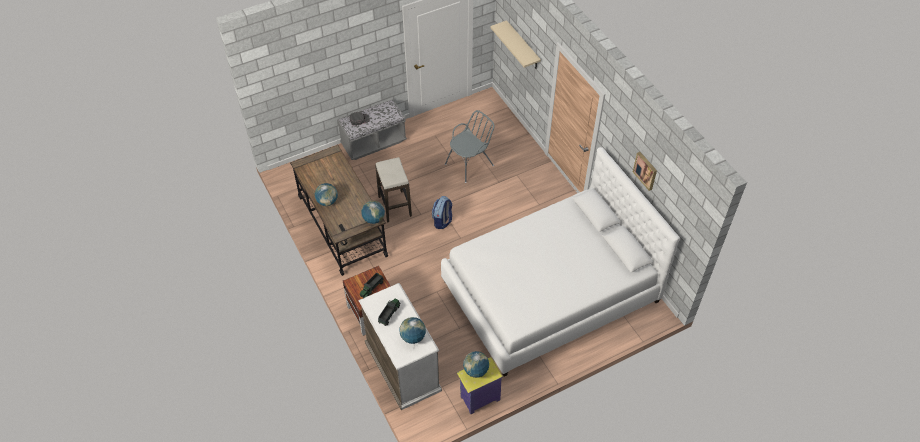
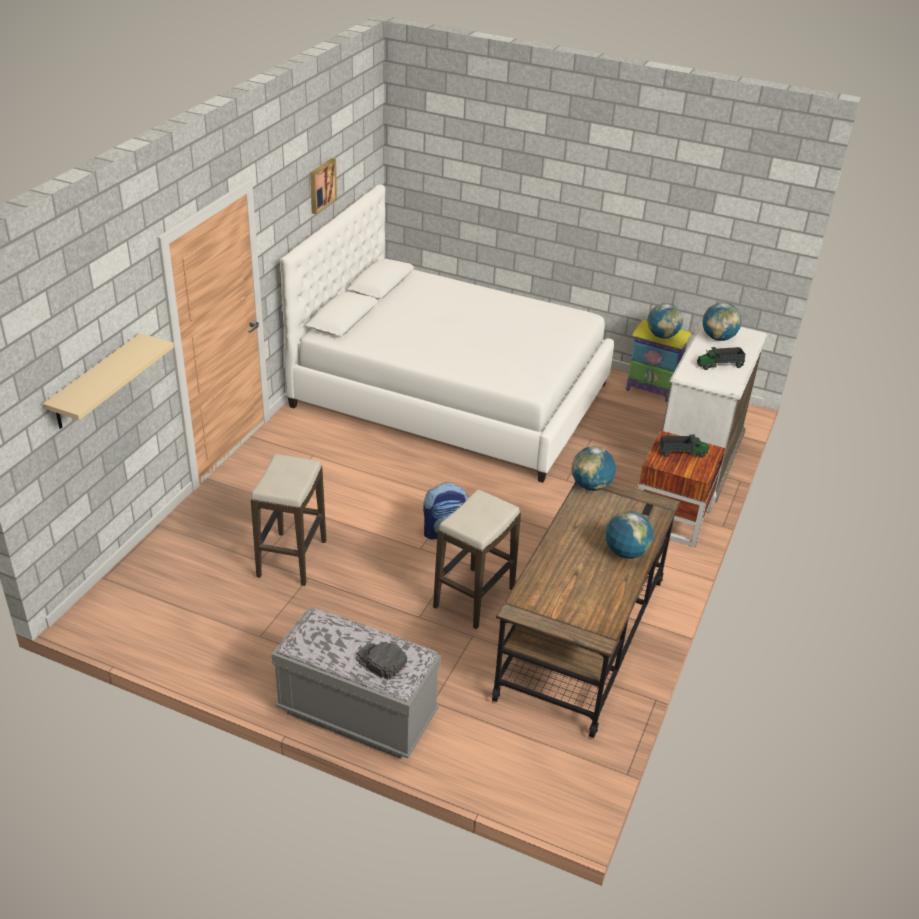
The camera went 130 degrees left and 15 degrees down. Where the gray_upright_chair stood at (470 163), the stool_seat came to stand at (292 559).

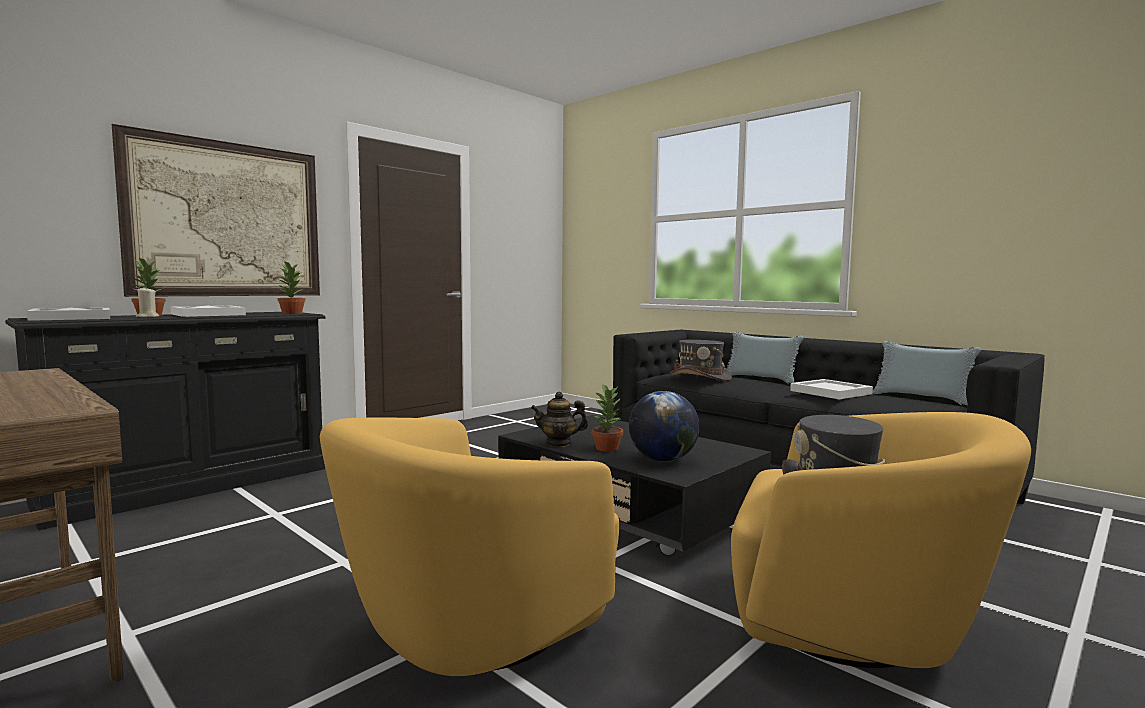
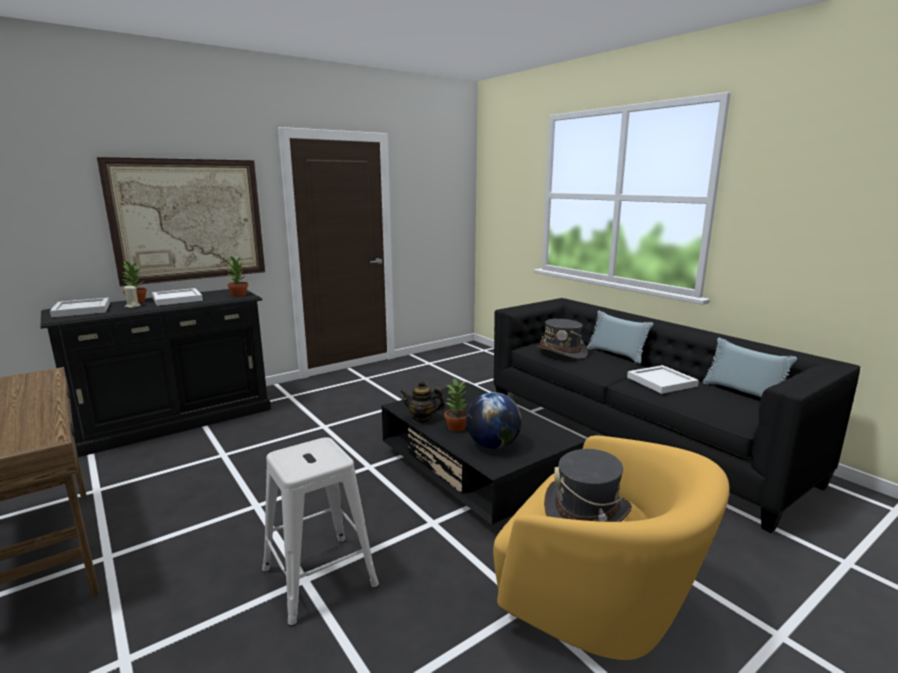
The camera went 10 degrees right and 10 degrees up. Where the yellow_lounge_chair stood at (470 629), the whitish_stool_seat came to stand at (319 577).

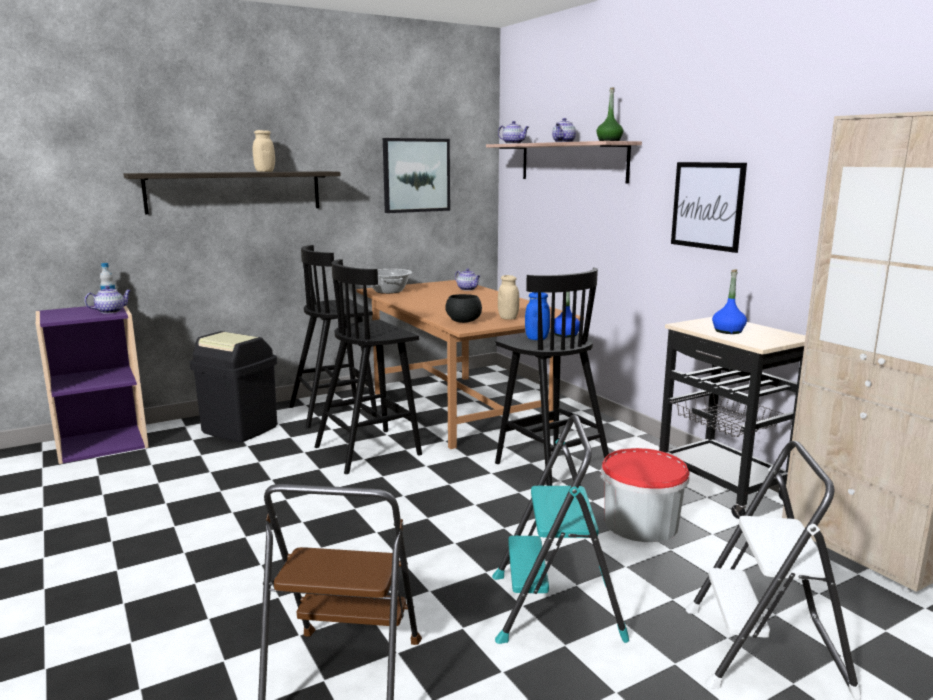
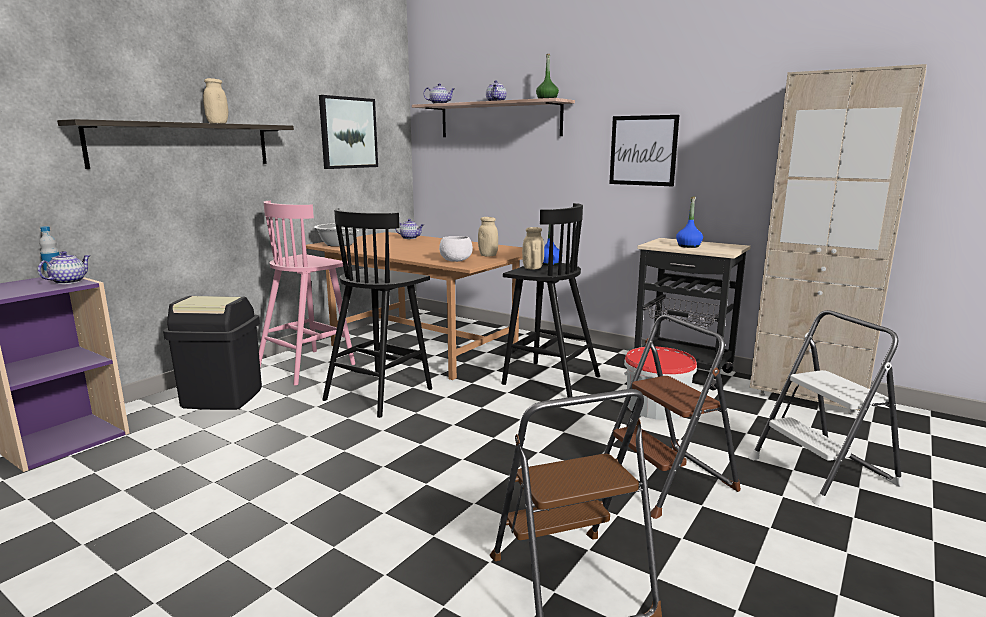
The camera went 25 degrees left and 0 degrees up. What was the blackish_stool_seat at (336 410) turned into the pink-coloured_stool_seat at (308 365). What was the blue-coloured_jar at (537 338) turned into the sand-coloured_jar at (532 268). What was the blackish_bowl at (464 321) turned into the whitish_bowl at (456 261). What was the turquoise-coloured_step_ladder at (562 607) turned into the brown_step_ladder at (670 479).

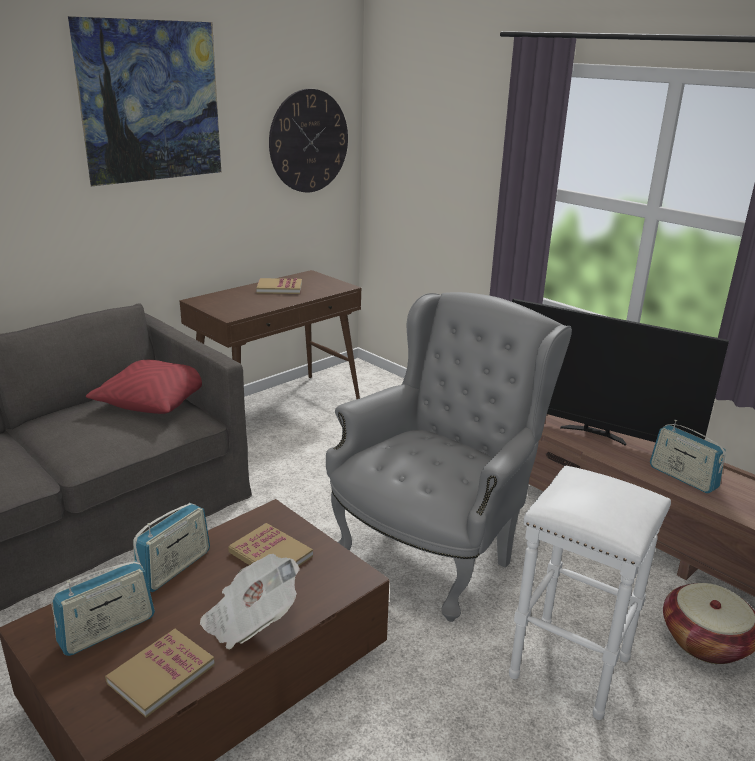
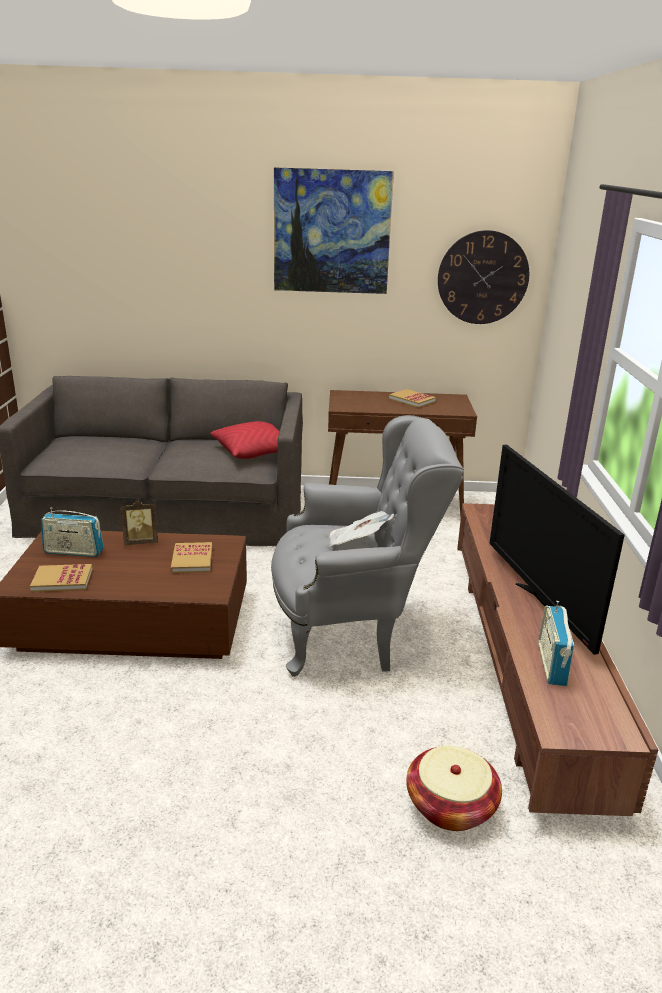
The camera went 45 degrees right and 0 degrees up. The second view lost the whitish_stool_seat at (572 666). Where the radio stood at (174 568), the standing_frame came to stand at (141 542). The daily_paper ended up elsewhere, having gone from (250 620) to (357 543).

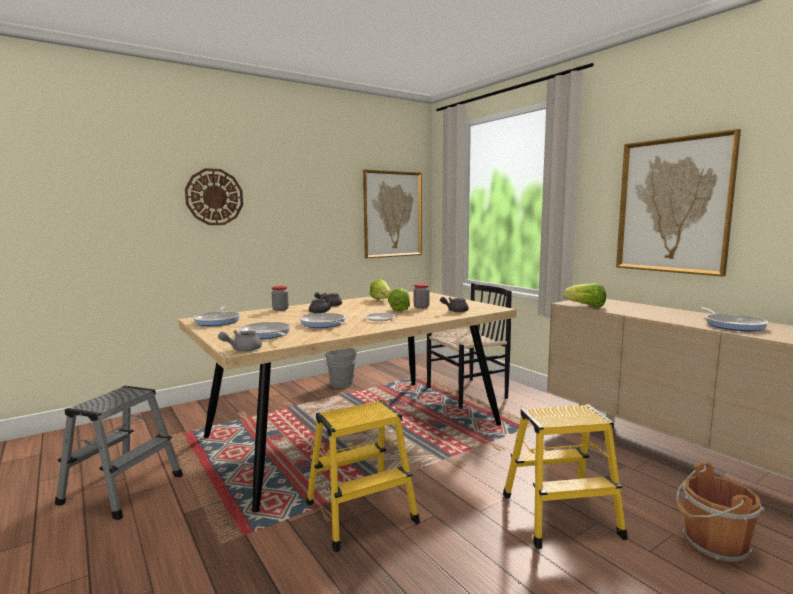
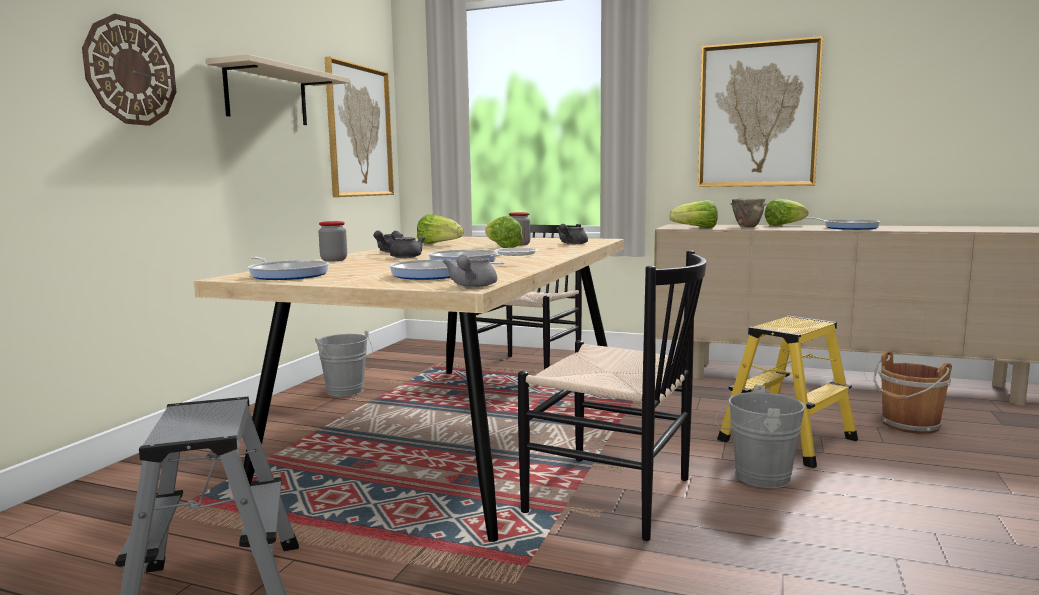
The camera went 35 degrees left and 0 degrees up. Where the yellow_step_ladder stood at (360 512), the blackish_upright_chair came to stand at (616 497). The second view gained the sand-coloured_bracket_shelf at (267 95). The second view gained the bowl at (746 227). The second view gained the lettuce at (784 225). The second view gained the gray_pail at (756 476).

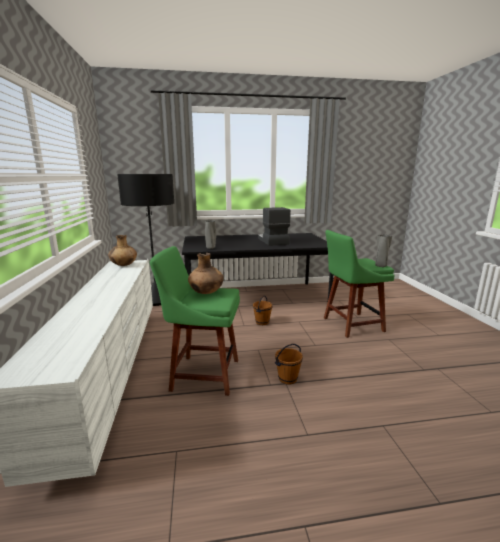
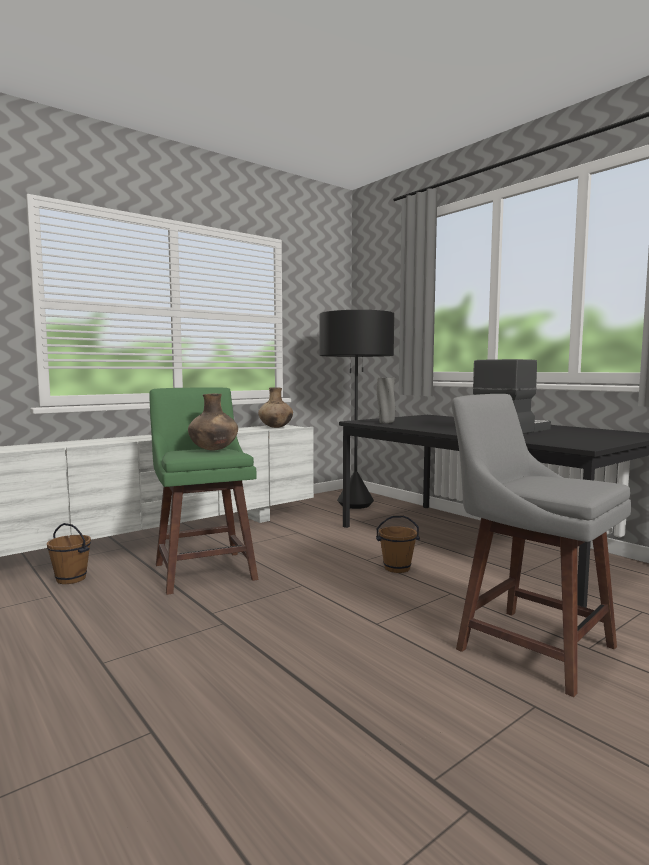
The camera went 60 degrees right and 10 degrees down. What was the greenish_stool_seat at (350 324) turned into the gray_stool_seat at (529 644). The second view lost the gray_vase at (381 266). The brown_pail ended up elsewhere, having gone from (287 378) to (71 579).

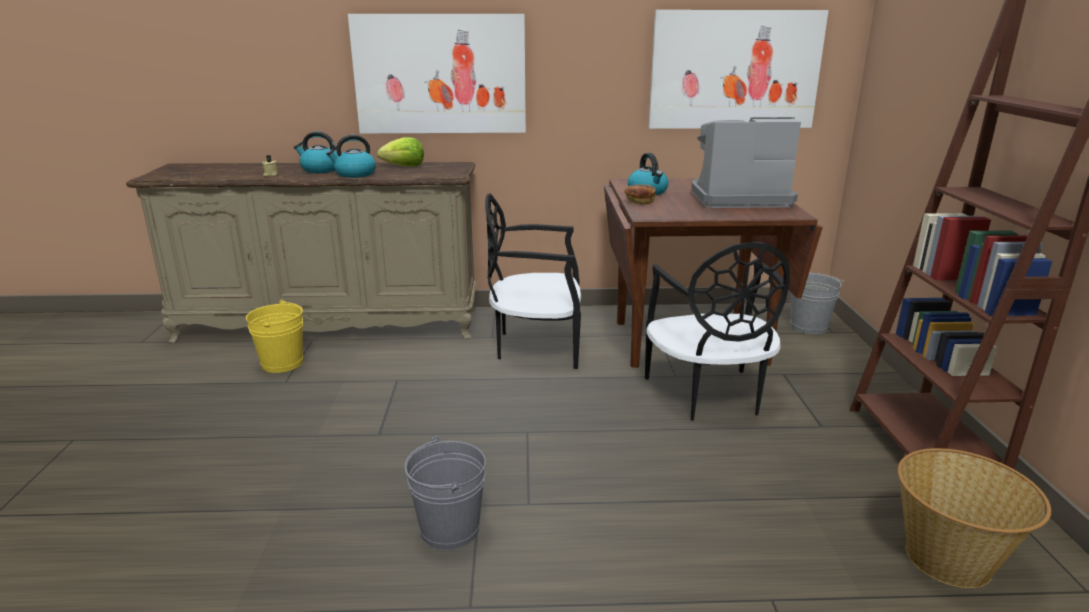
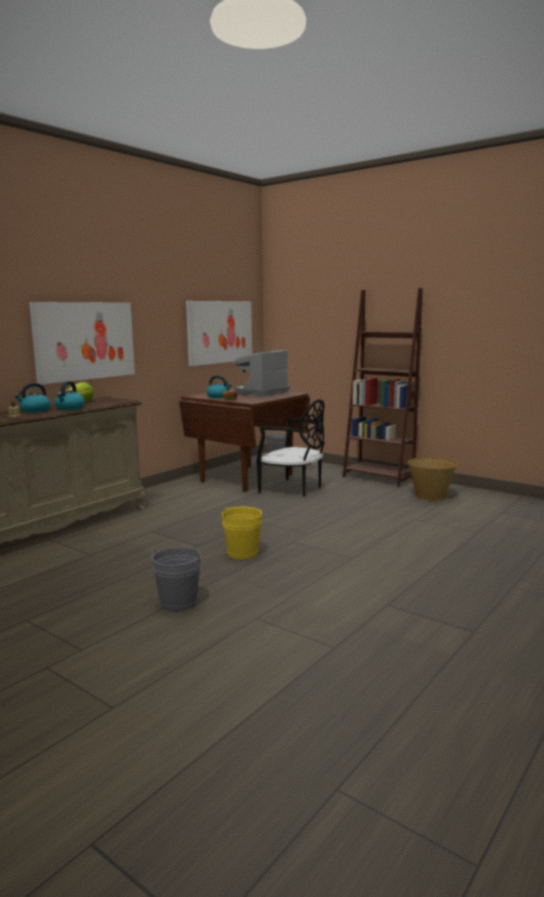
The camera went 50 degrees left and 10 degrees down. The second view lost the blackish_upright_chair at (536 346). The yellow_pail ended up elsewhere, having gone from (282 363) to (242 553). The gray_pail ended up elsewhere, having gone from (450 529) to (178 602).

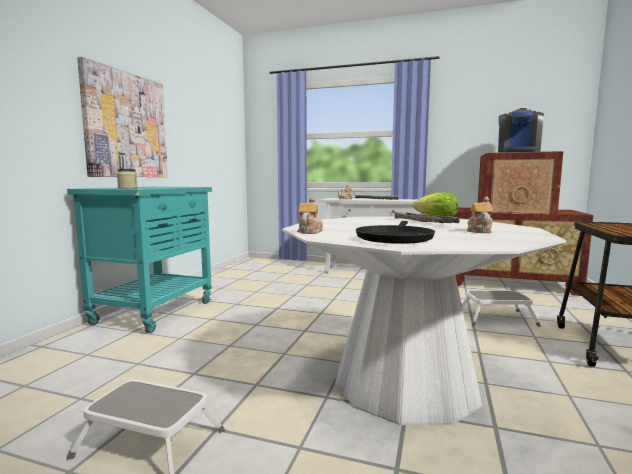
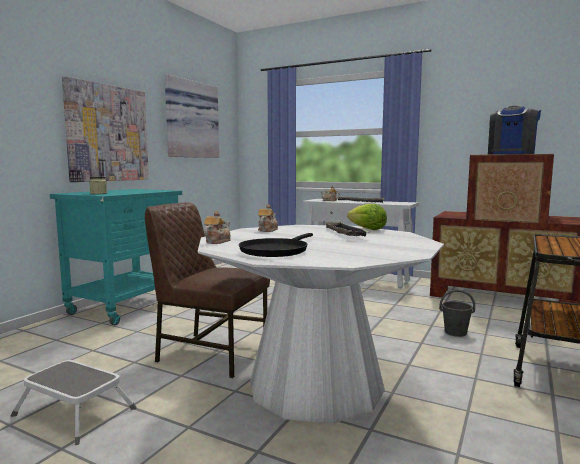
The camera went 10 degrees right and 0 degrees up. The teapot ended up elsewhere, having gone from (478 231) to (267 230). Where the gray_step_ladder stood at (496 318), the gray_pail came to stand at (455 332). The second view gained the picture at (190 120). The second view gained the brown_upright_chair at (211 353).

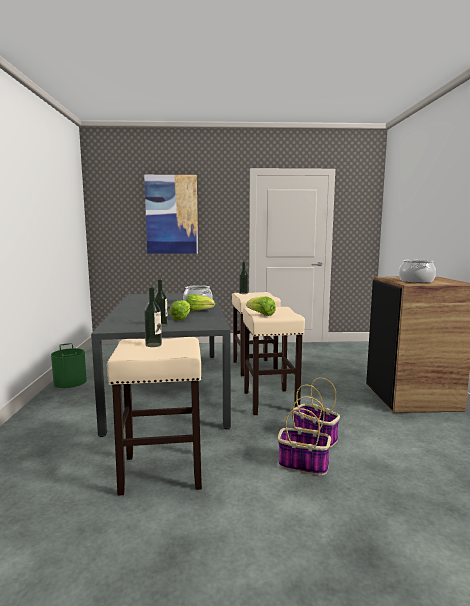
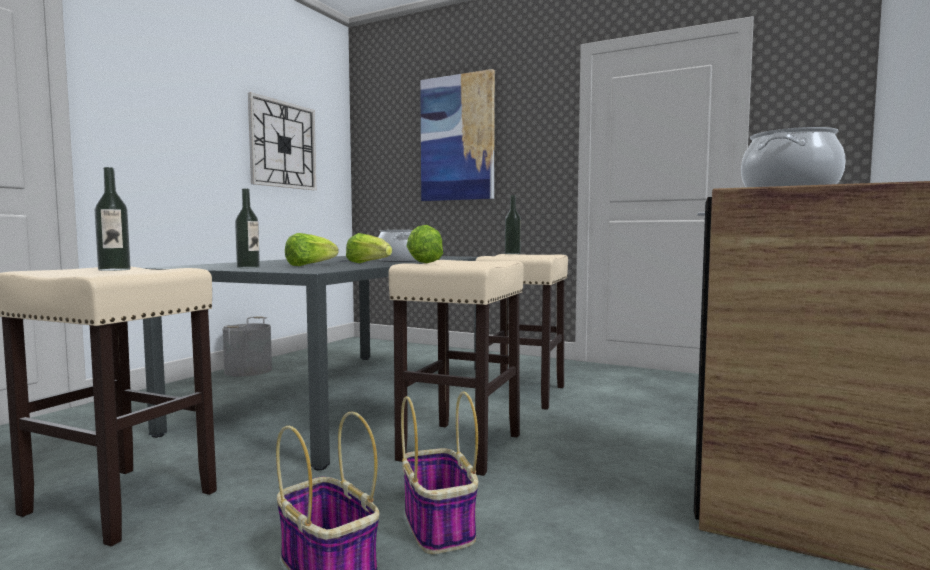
The camera went 30 degrees right and 5 degrees down. What was the greenish_pail at (70 382) turned into the gray_pail at (249 370). The second view gained the hanging_clock at (283 145).

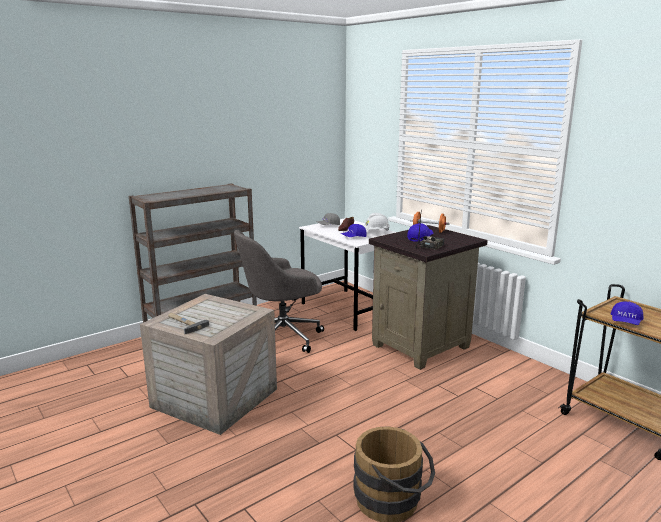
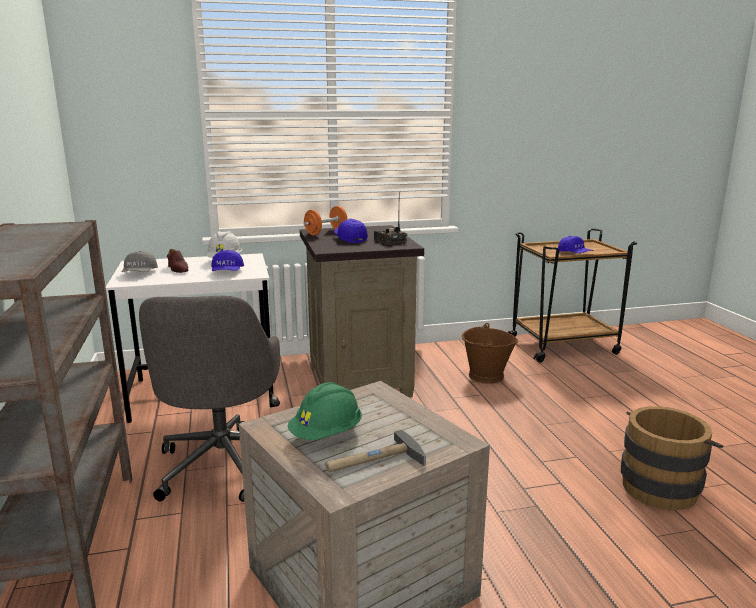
The camera went 65 degrees left and 0 degrees up. The second view gained the brown_pail at (485 376). The second view gained the greenish_work_helmet at (326 434).

